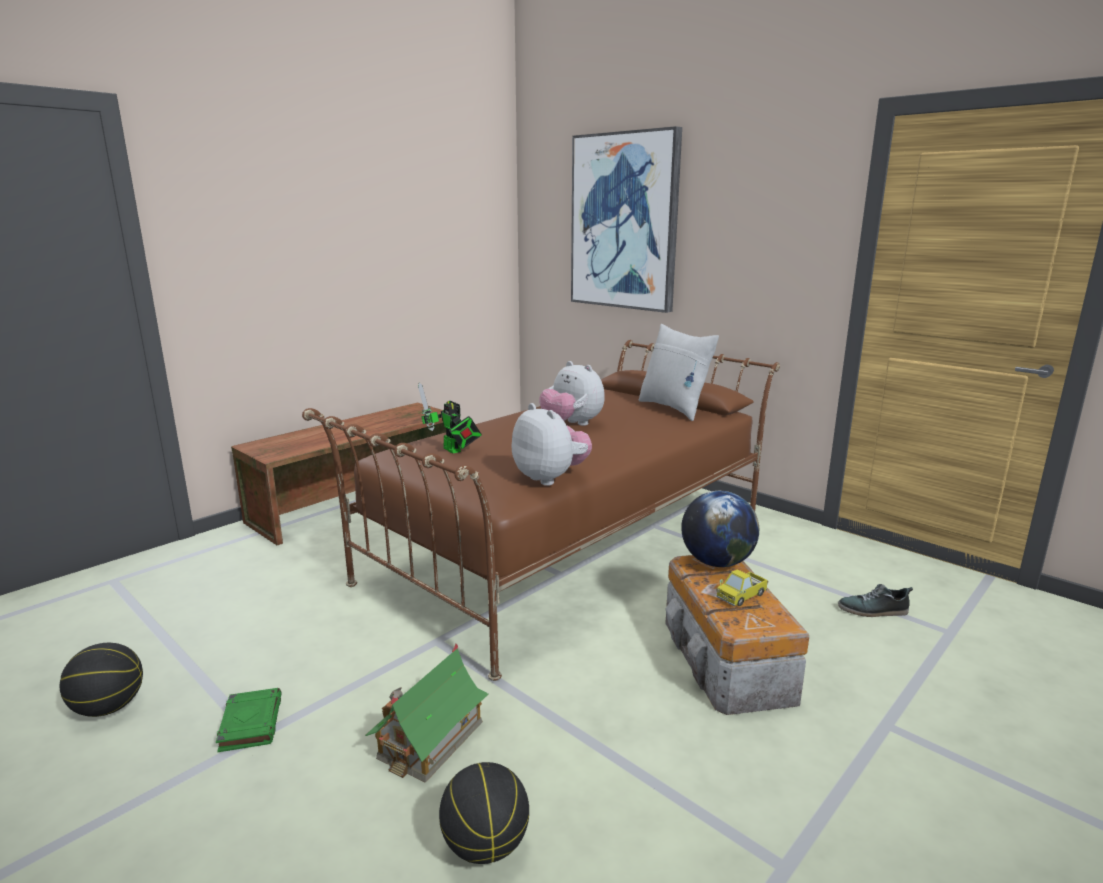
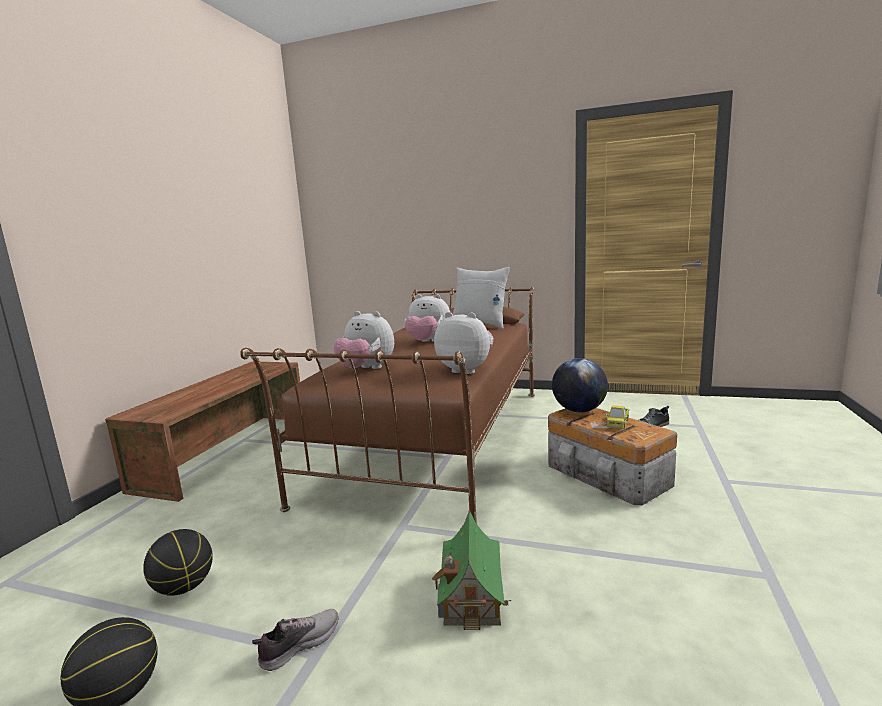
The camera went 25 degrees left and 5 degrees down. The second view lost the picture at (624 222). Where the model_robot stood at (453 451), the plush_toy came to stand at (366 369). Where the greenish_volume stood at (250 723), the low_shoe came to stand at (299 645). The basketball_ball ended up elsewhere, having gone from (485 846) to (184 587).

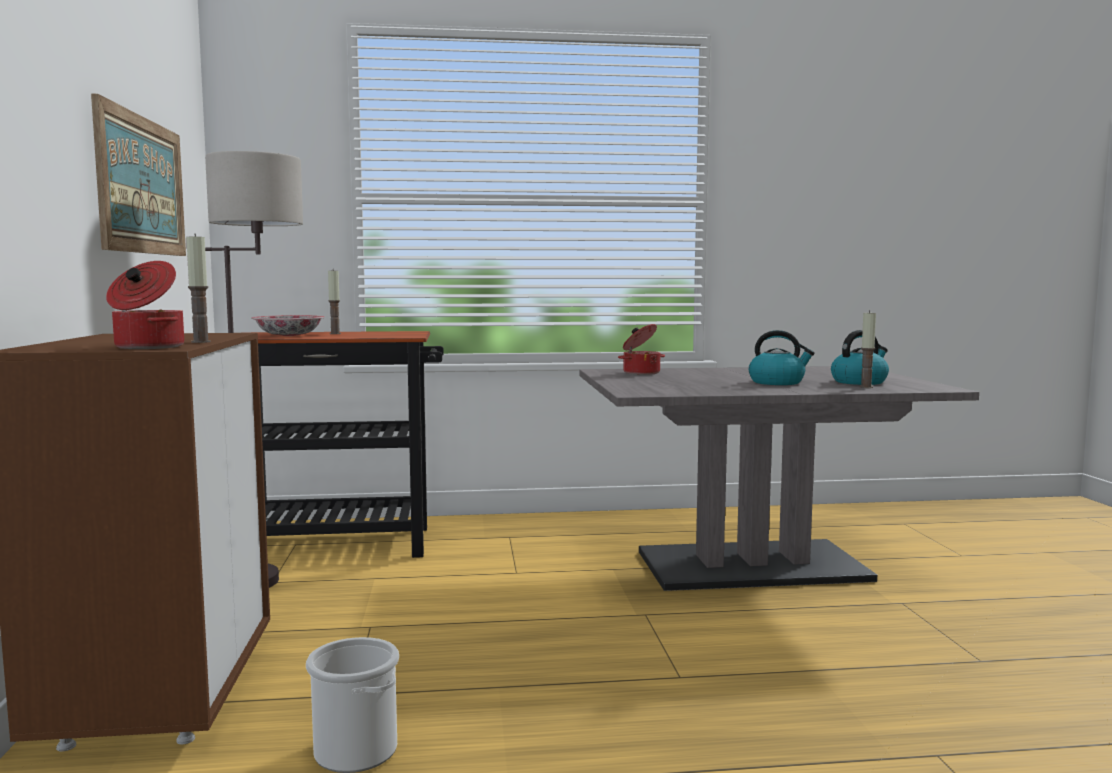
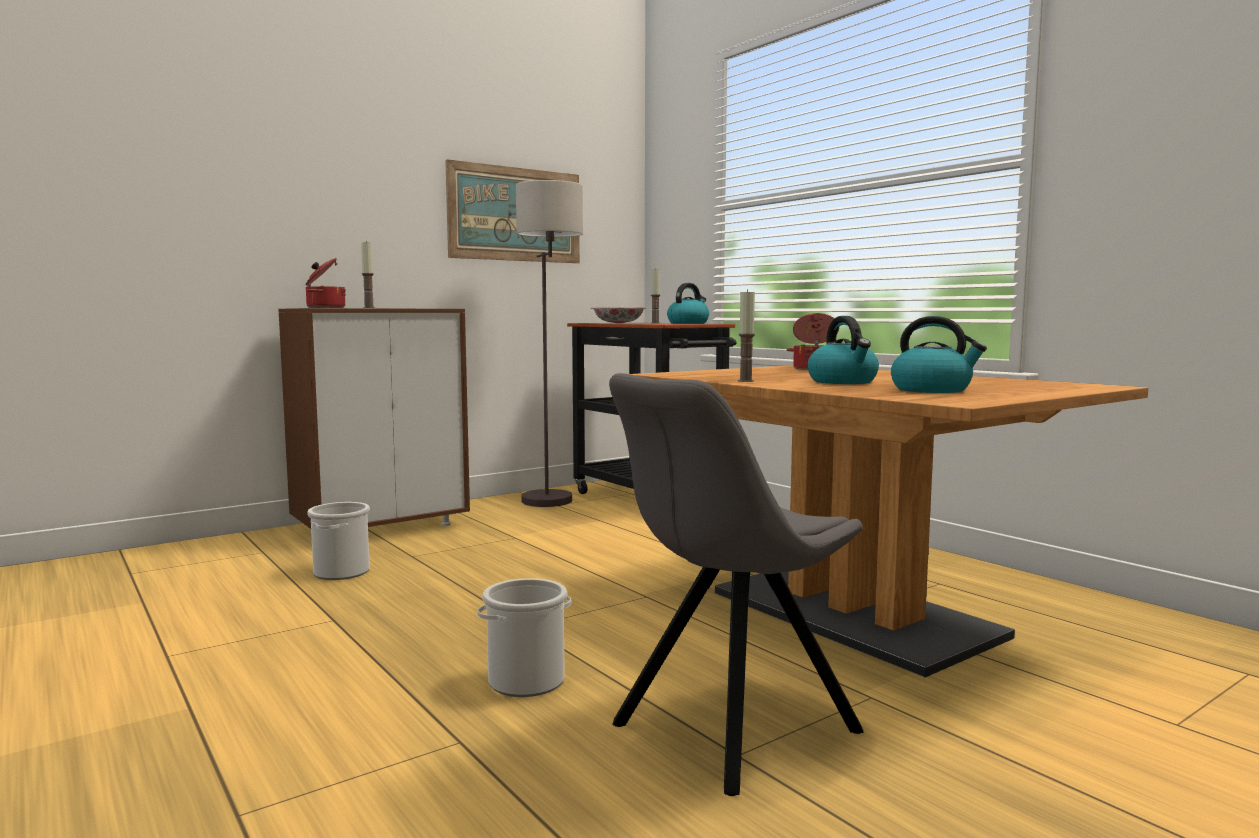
The camera went 60 degrees right and 0 degrees up. The wax_candle ended up elsewhere, having gone from (866 387) to (745 381). What was the gray_kitchen_table at (751 566) turned into the brown_kitchen_table at (853 614). The second view gained the water_kettle at (688 323). The second view gained the gray_upright_chair at (733 727). The second view gained the pail at (527 681).

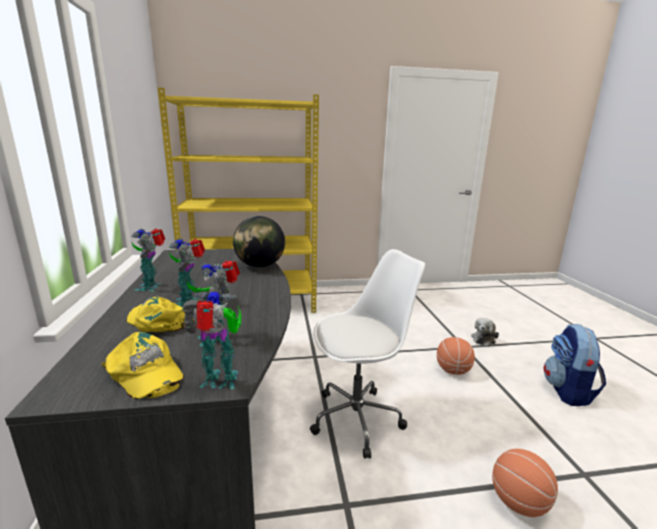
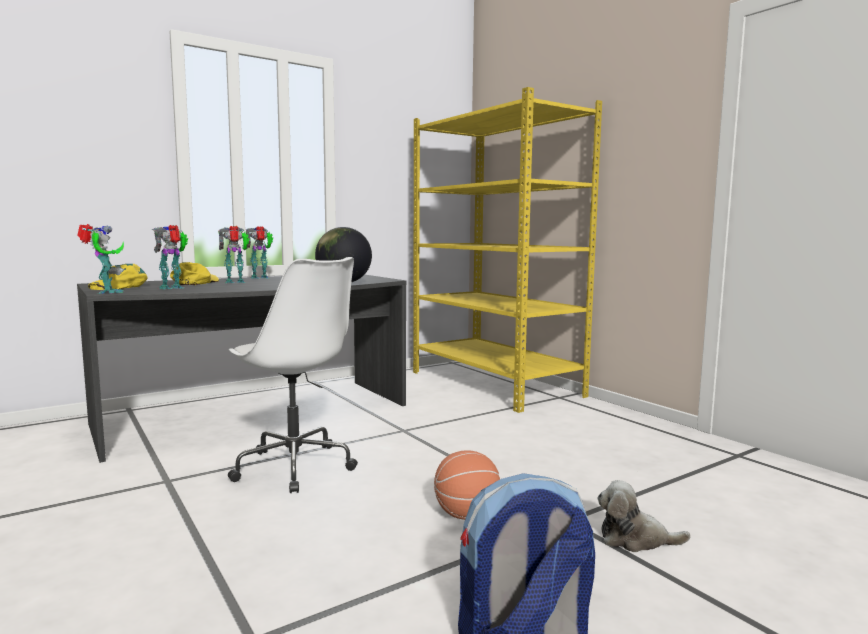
The camera went 65 degrees right and 10 degrees down. The second view lost the basketball_ball at (519 502).

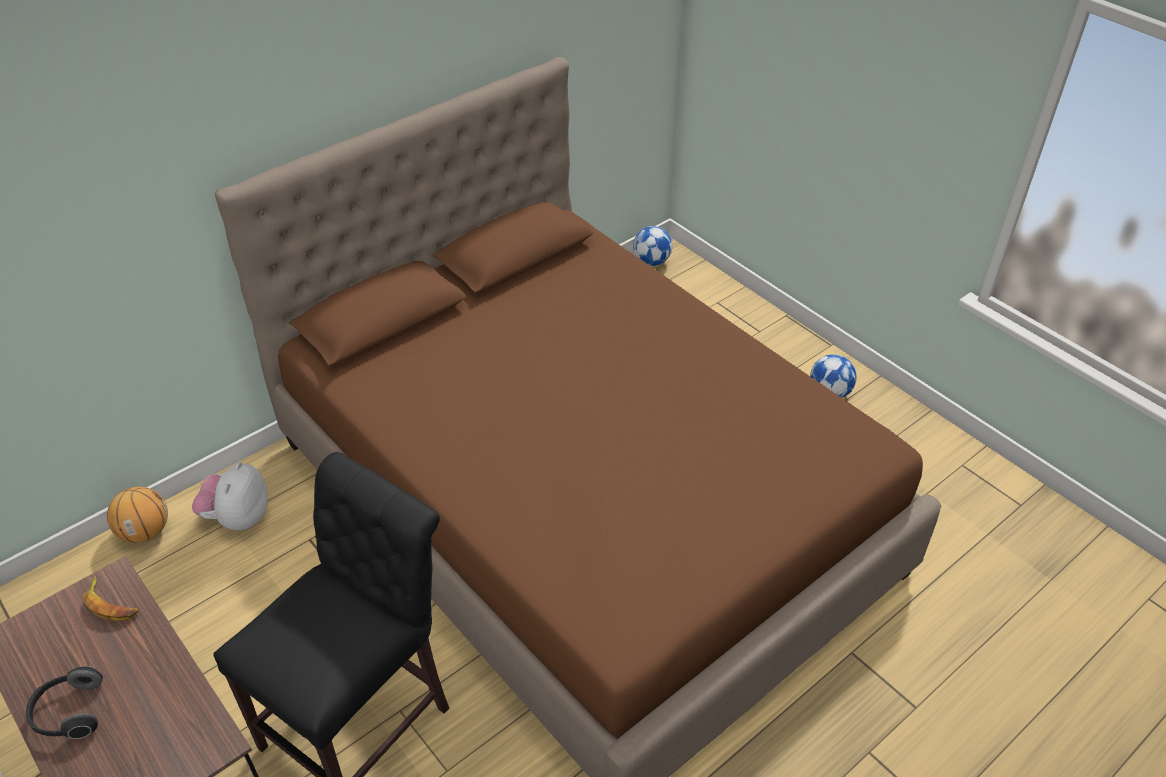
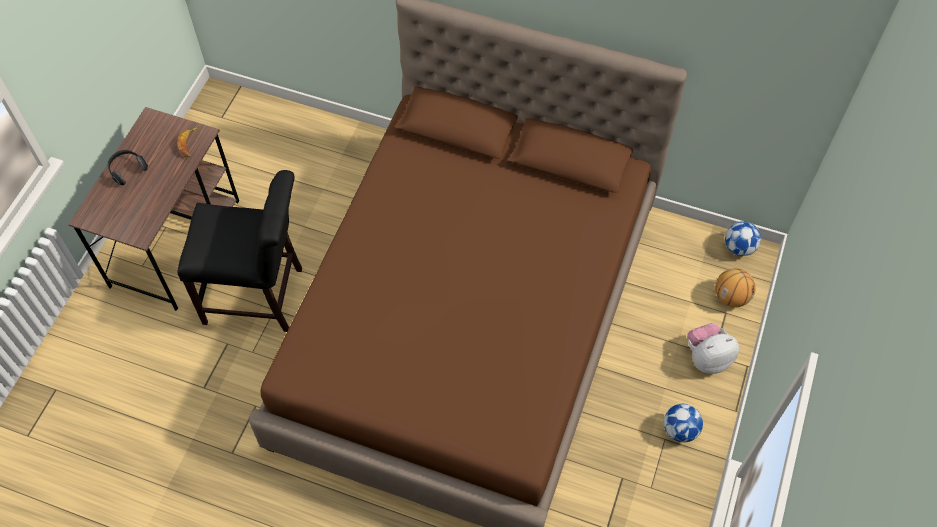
The camera went 60 degrees right and 15 degrees up. The plush_toy ended up elsewhere, having gone from (238 518) to (707 358). The basketball_ball ended up elsewhere, having gone from (145 531) to (731 297).

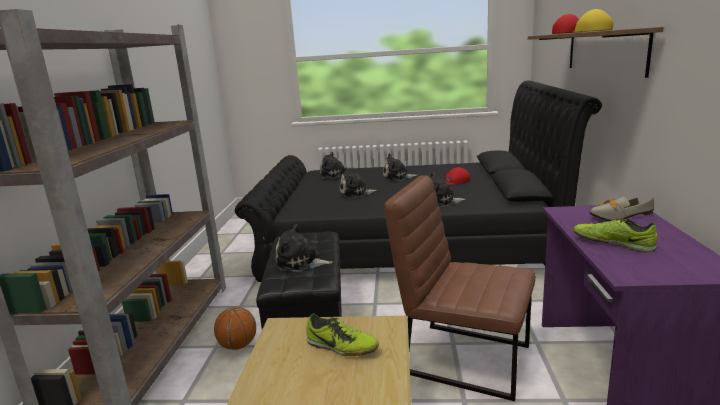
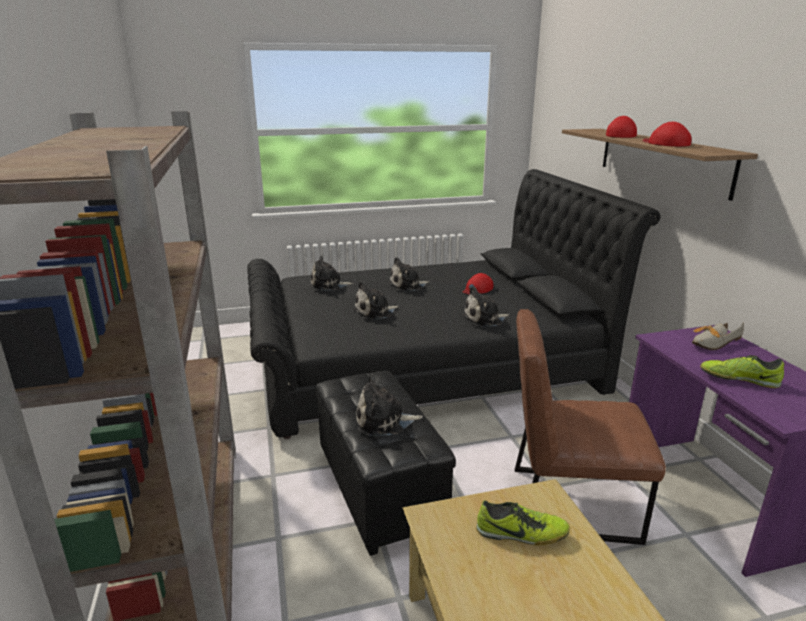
The camera went 20 degrees left and 5 degrees up. What was the yellow_peaked_cap at (591 31) turned into the red_peaked_cap at (665 143). The second view lost the basketball_ball at (238 346).

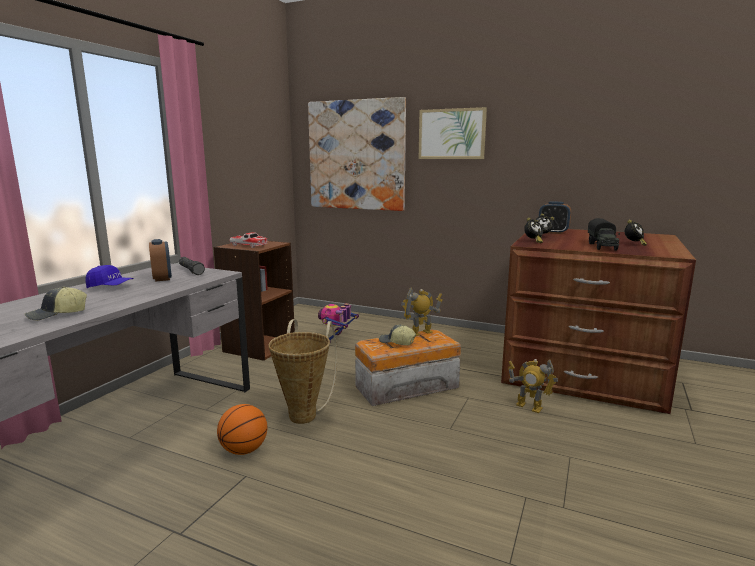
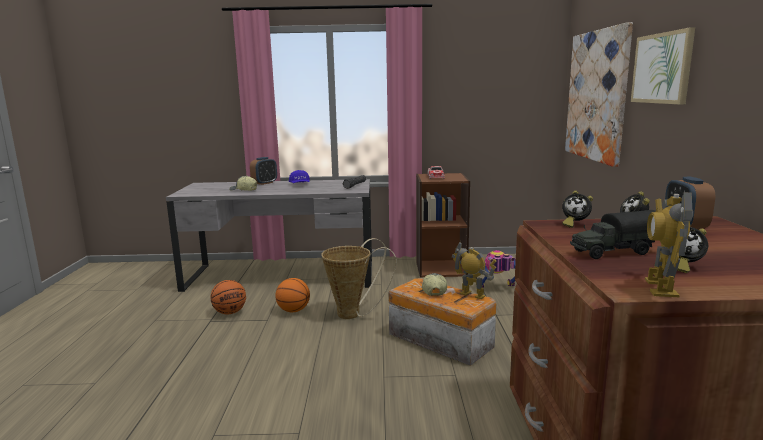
The camera went 65 degrees right and 0 degrees up. The alarm_clock ended up elsewhere, having gone from (162 278) to (264 183). The model_robot ended up elsewhere, having gone from (529 407) to (660 288). The second view gained the basketball_ball at (230 312).

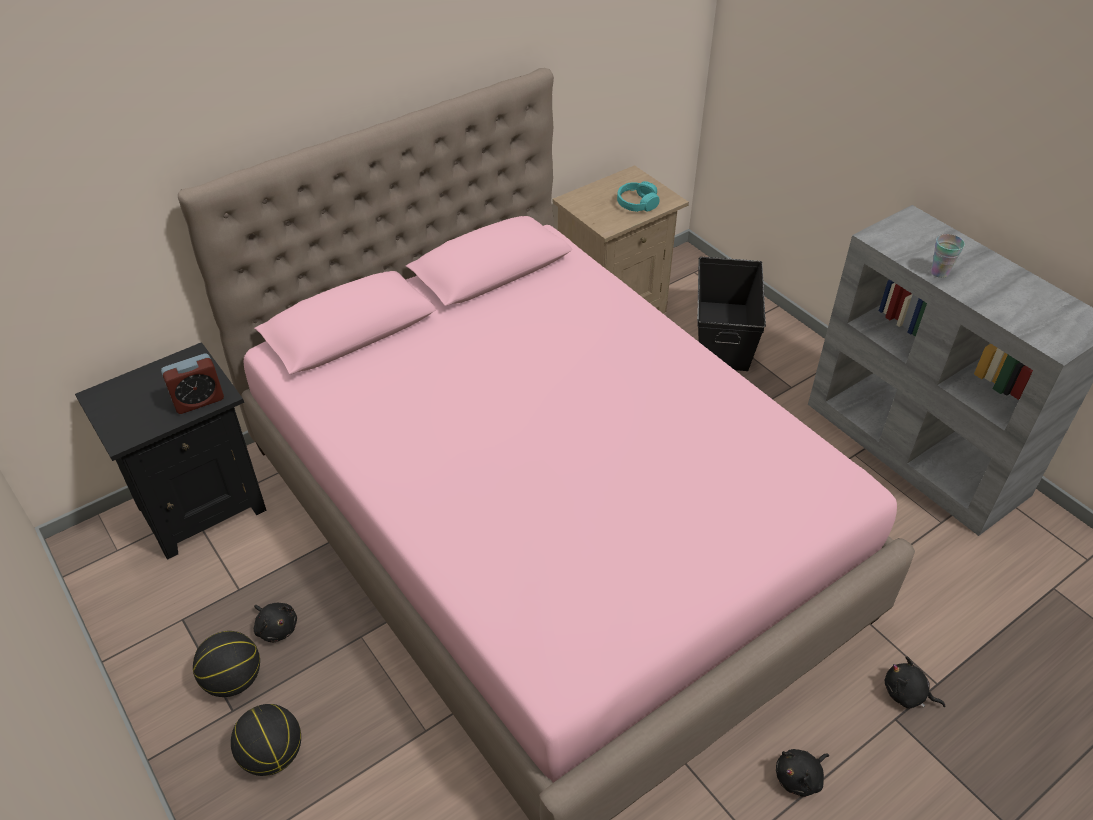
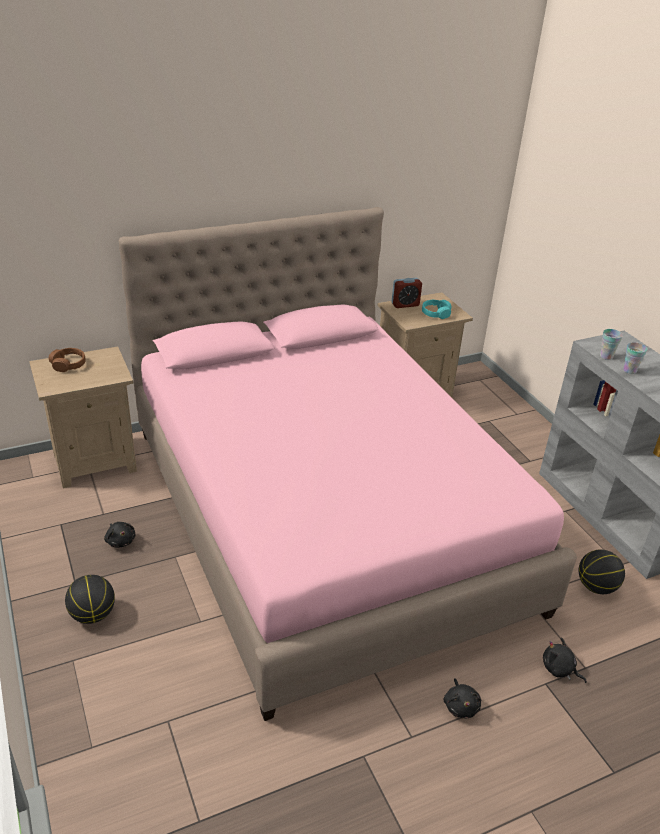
The camera went 10 degrees right and 10 degrees down. The second view lost the blackish_storage_bin at (724 334). What was the blackish_night_table at (203 508) turned into the sand-coloured_night_table at (96 463). The alarm_clock ended up elsewhere, having gone from (198 400) to (405 304). The basketball_ball ended up elsewhere, having gone from (234 680) to (596 587). The blackish_plush_toy at (800 777) ended up facing another way, 75 degrees counterclockwise from before. The second view gained the drinking_cup at (606 356). The second view gained the brown_headphones at (68 364).

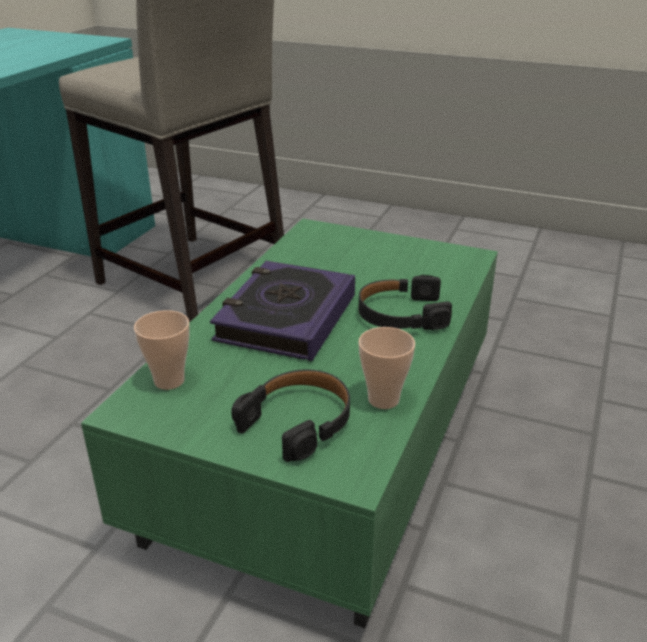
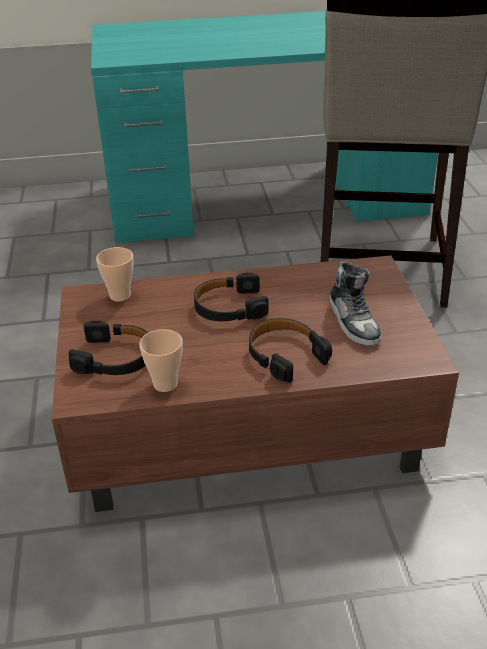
The camera went 60 degrees right and 5 degrees up. What was the greenish_low_table at (325 449) turned into the brown_low_table at (243 425). Where the volume stood at (286 318), the blackish_headphones came to stand at (229 307). The second view gained the low_shoe at (353 321).

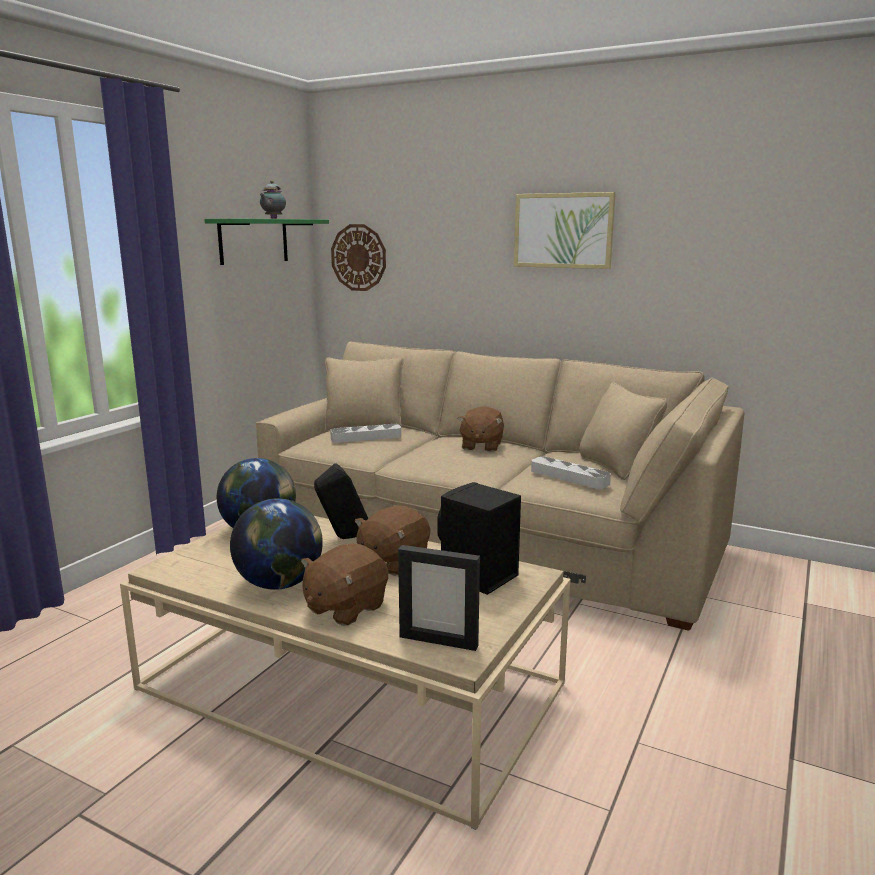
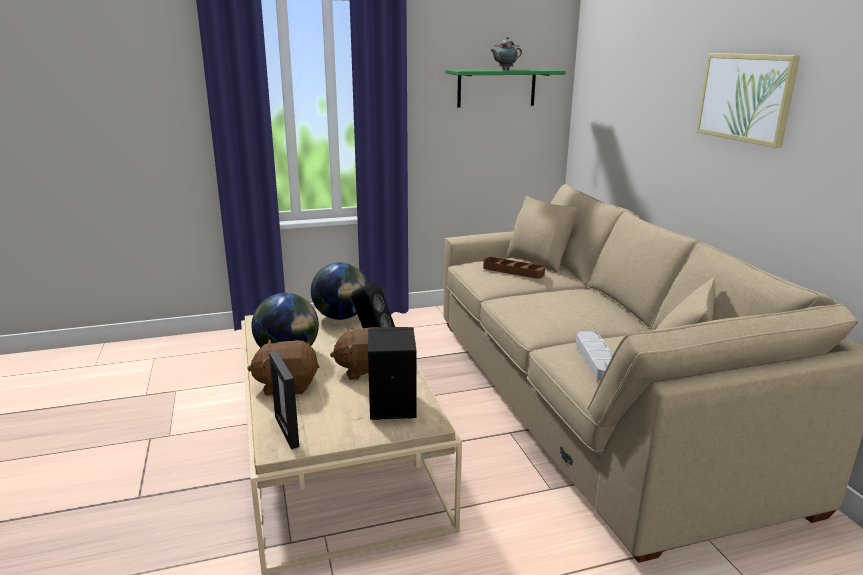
The camera went 45 degrees right and 5 degrees up. The second view lost the hanging_clock at (358 257). The second view lost the brown_plush_toy at (481 446). What was the gray_carrying_tray at (366 437) turned into the brown_carrying_tray at (513 271).

